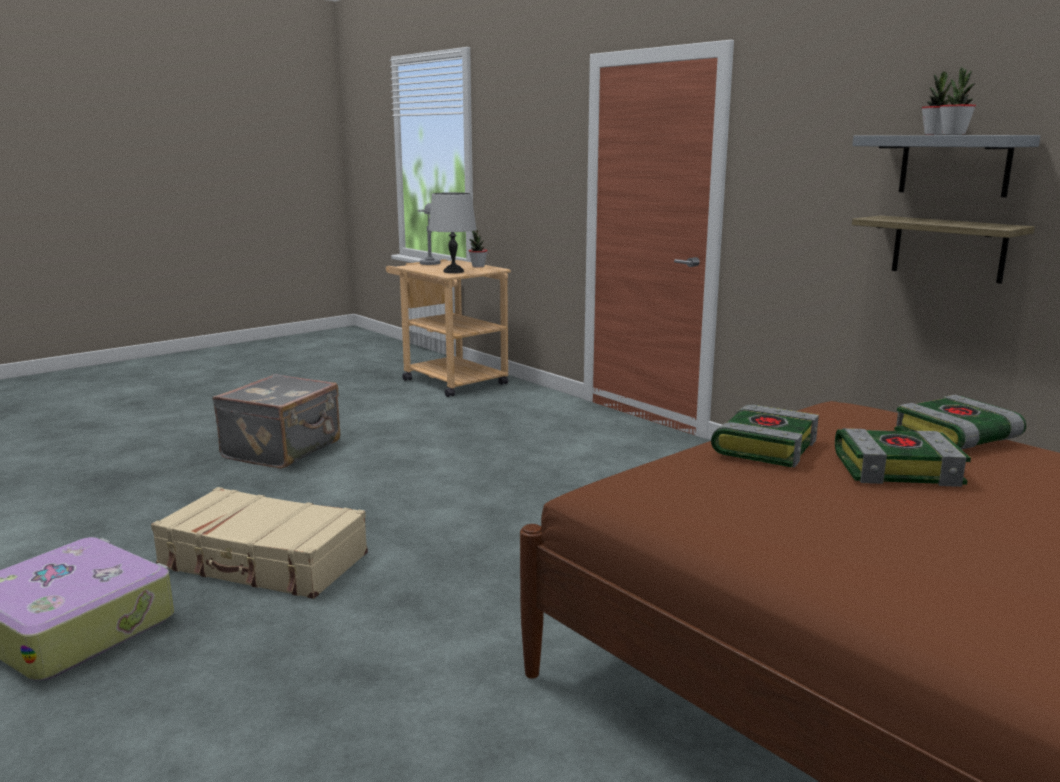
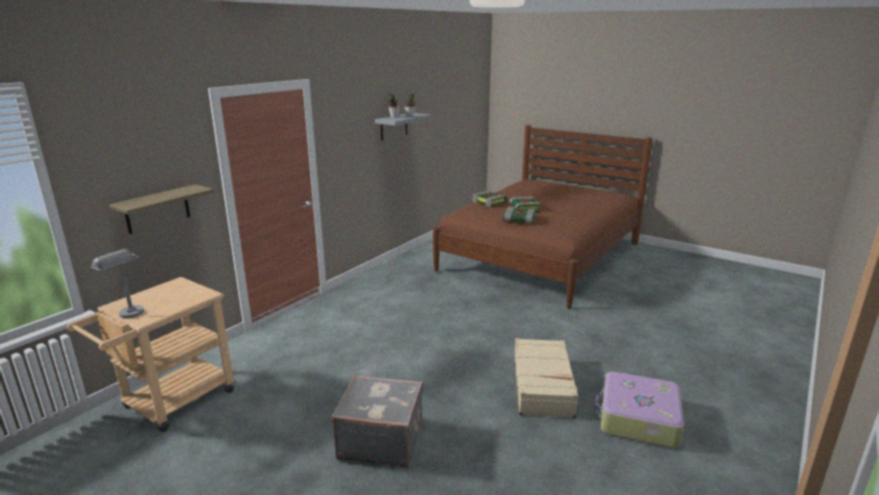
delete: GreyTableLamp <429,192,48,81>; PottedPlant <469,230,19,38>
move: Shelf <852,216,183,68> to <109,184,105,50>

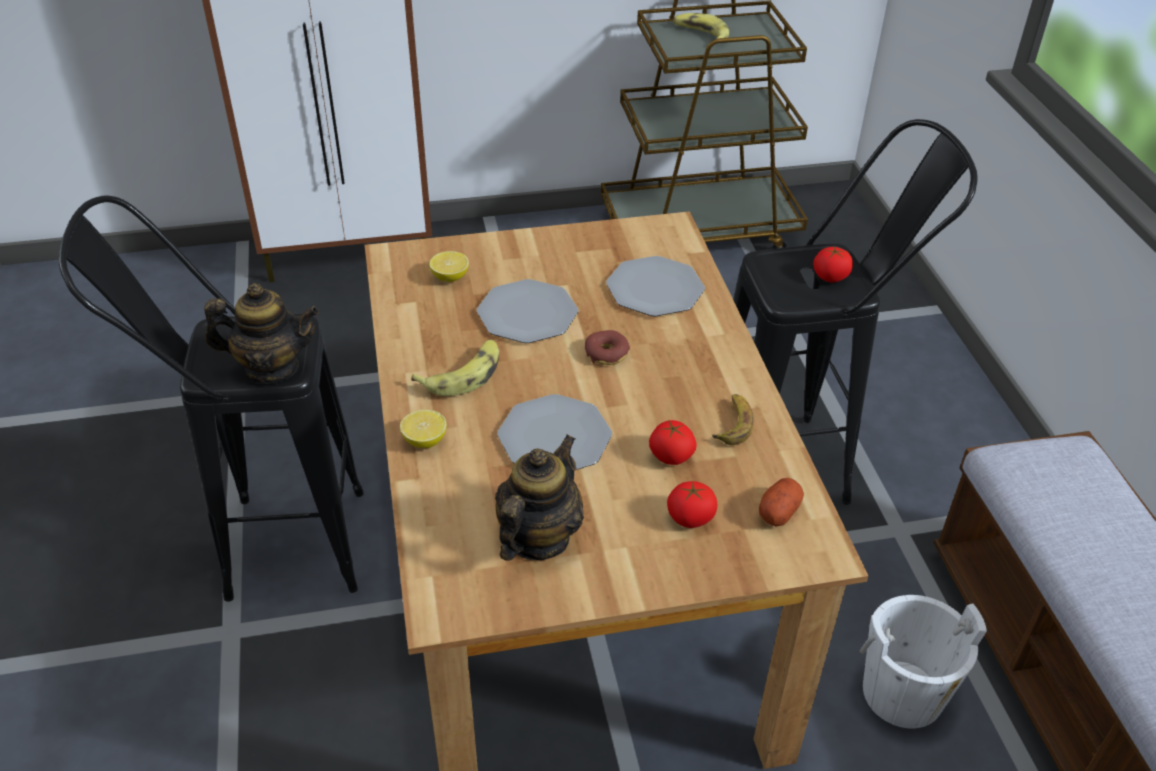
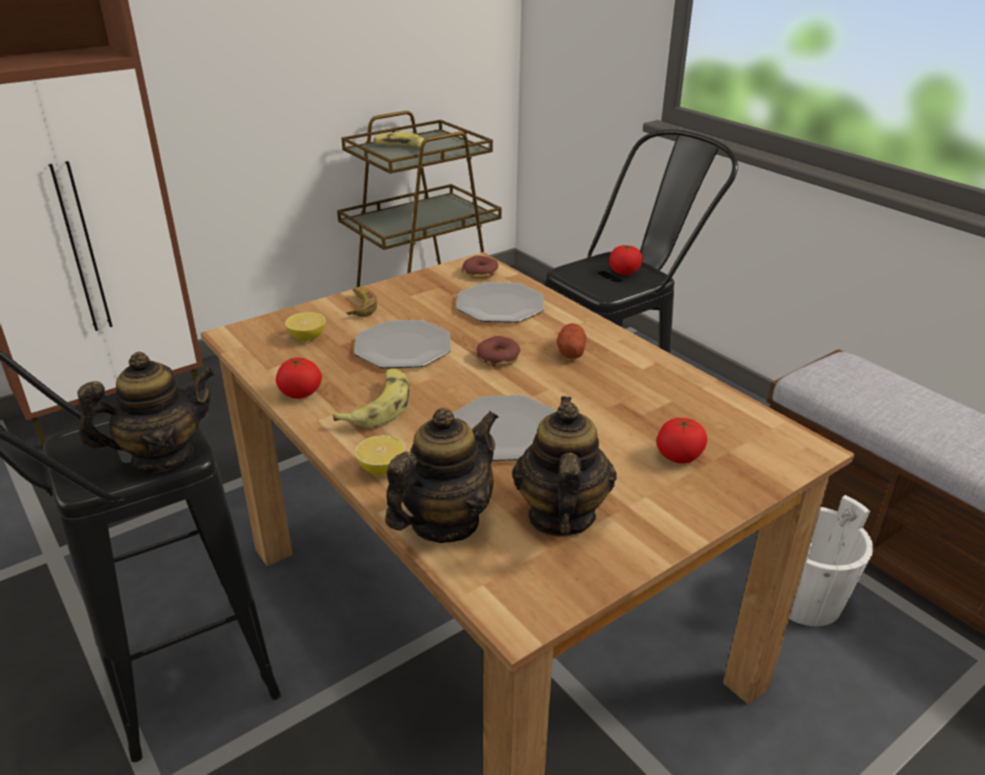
insert: Teapot <385,408,114,135>; Donut <462,256,36,23>
move: Tomato <649,420,47,45> to <276,358,46,41>; Banana <712,394,42,51> to <347,287,30,30>; Potato <759,478,45,48> to <557,323,30,36>

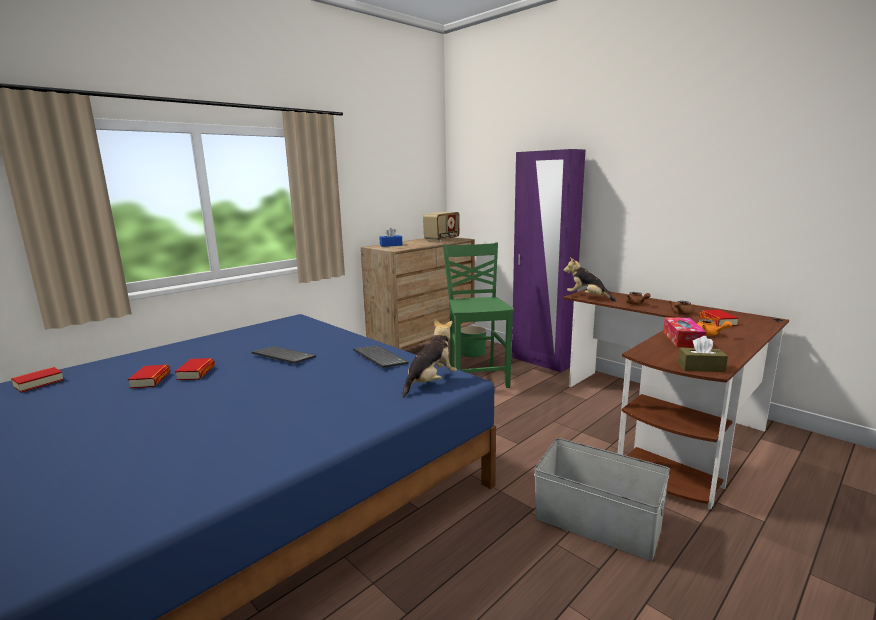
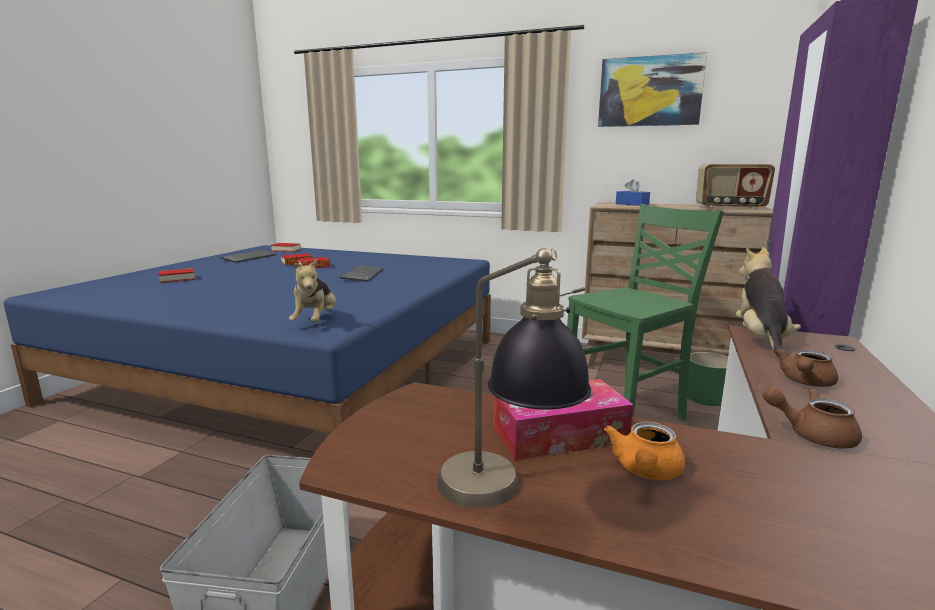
delete: BrownTissueBox <678,336,50,36>
insert: TableLamp <437,248,154,261>; Picture <598,52,109,75>
move: Book <700,310,39,16> to <159,268,36,15>; Keyboard <353,345,56,23> to <220,250,56,13>
rotate: PlushToy <402,319,55,79> = <289,259,47,63> 75 degrees clockwise

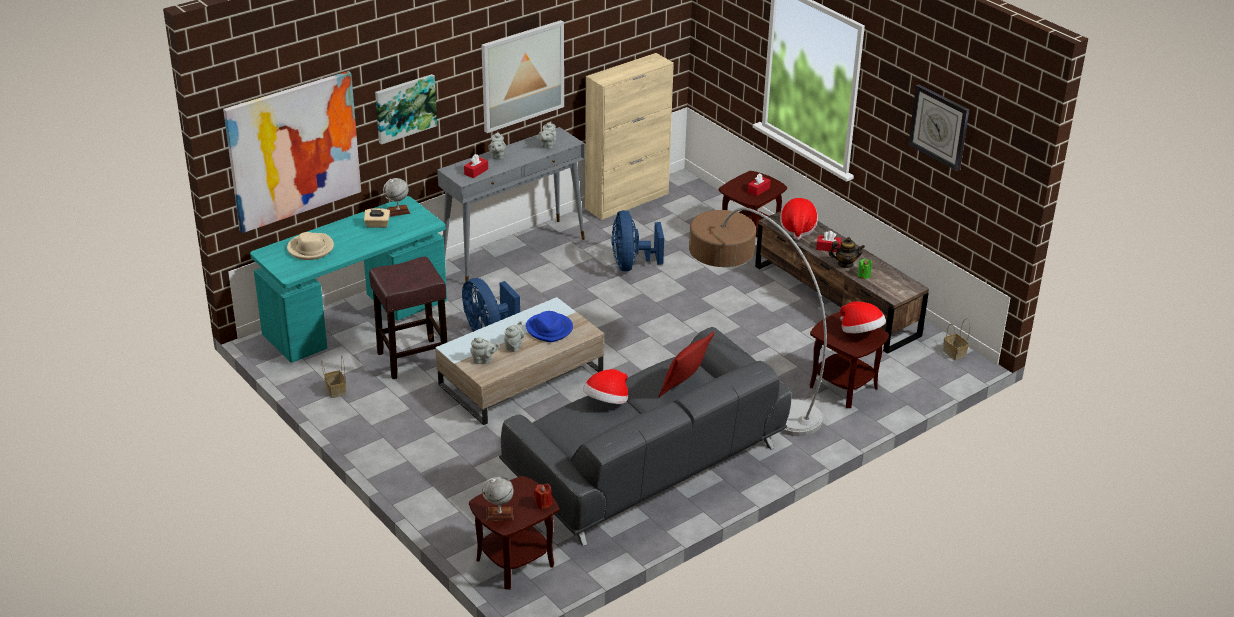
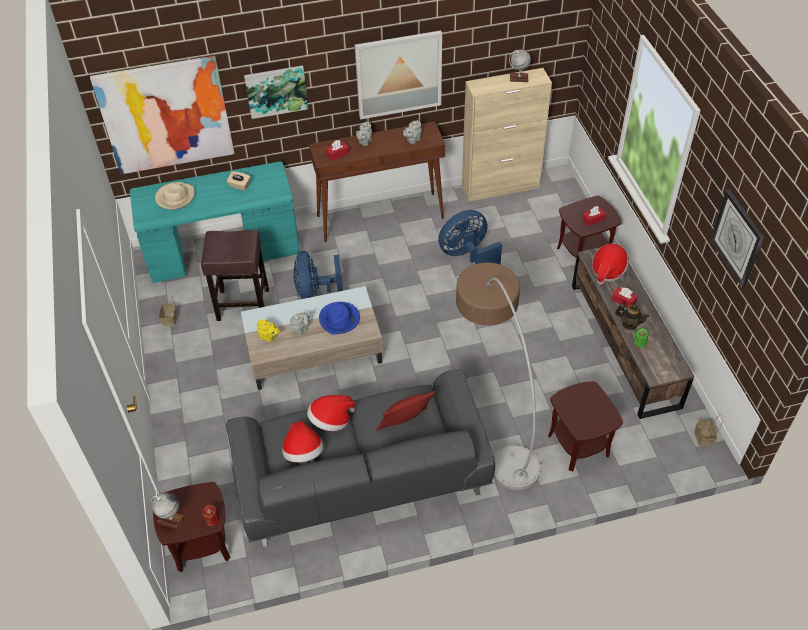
move: Hat <840,302,46,32> to <282,421,42,42>; Globe <383,178,27,39> to <509,49,22,33>
recolor: GreyTeapot <470,337,30,27> to YellowTeapot <257,319,23,23>; GreyConsoleTable <437,127,148,155> to BrownConsoleTable <309,121,136,121>
rotate: BlueFan <611,210,53,61> = <438,210,64,54> 45 degrees clockwise

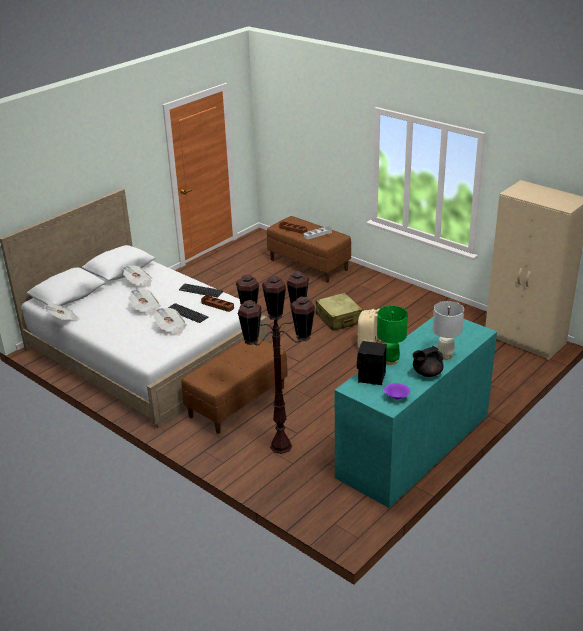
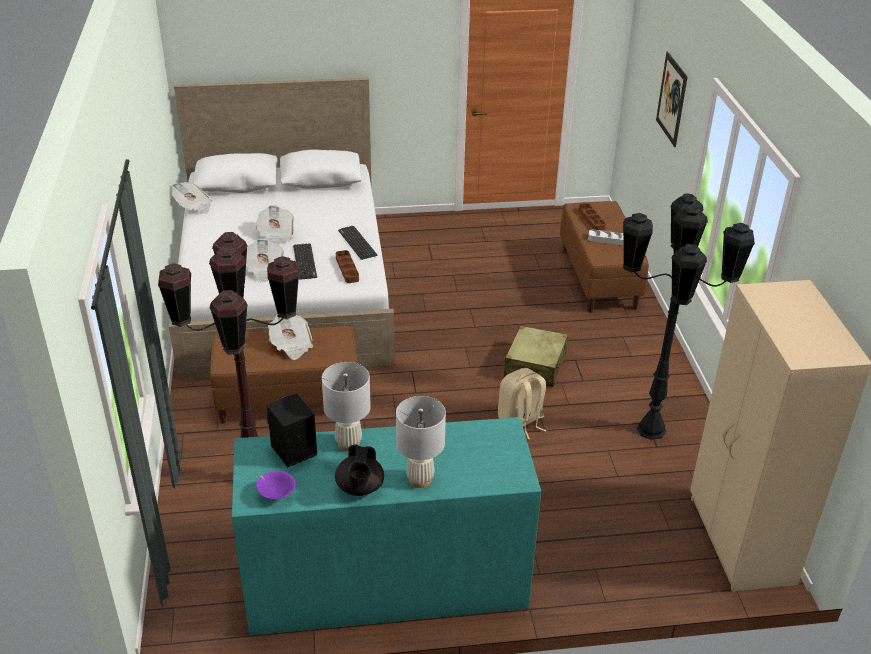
insert: BlackFloorLamp <623,194,132,246>; Picture <656,52,32,95>
move: Newspaper <123,265,29,22> to <268,314,45,46>
recolor: GreenTableLamp <377,306,31,59> to WhiteTableLamp <322,362,49,89>
rotate: BlackTeapot <413,346,30,31> = <335,444,49,52> 105 degrees counterclockwise

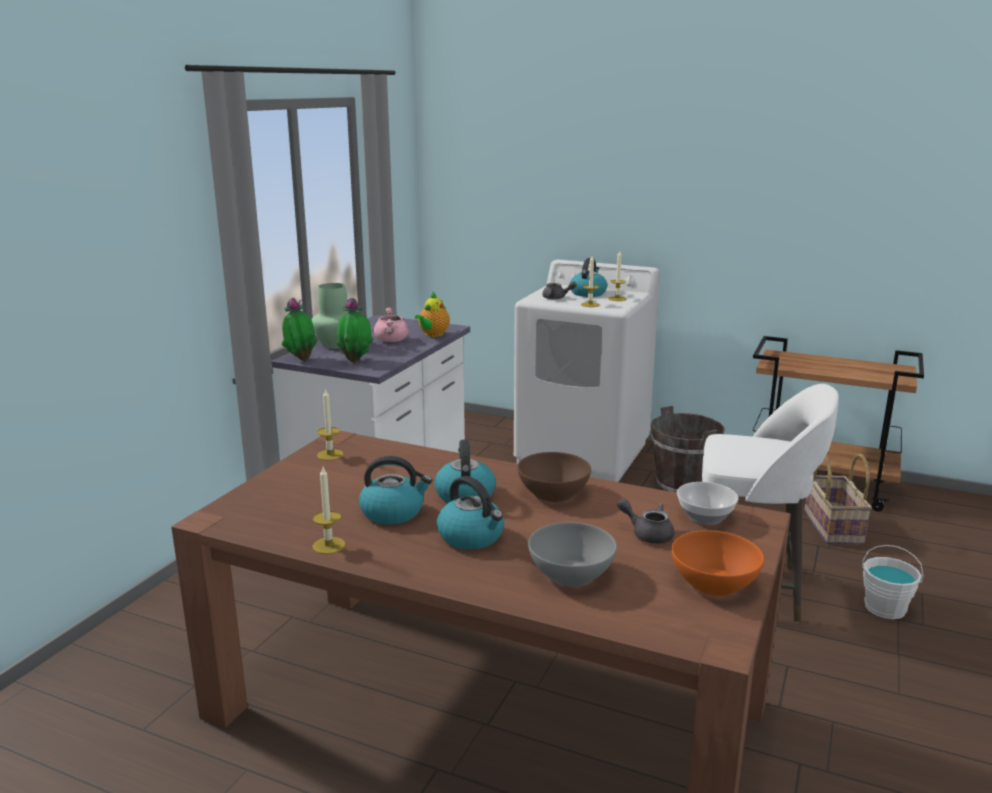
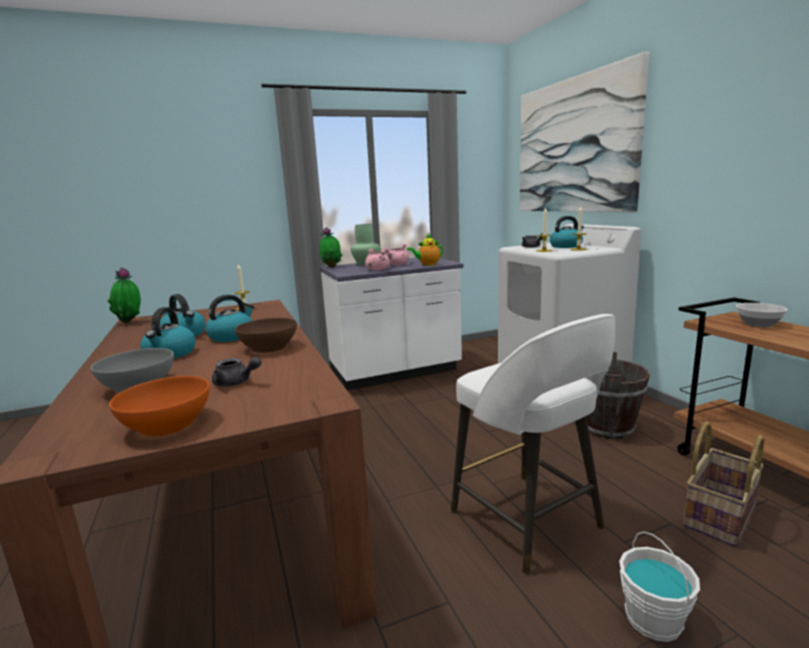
delete: Candle <313,467,32,87>
insert: PinkCookingPot <365,249,25,22>; Picture <520,52,129,160>
move: PottedPlant <336,298,37,64> to <108,268,33,55>; Bowl <677,482,61,43> to <736,303,52,24>
rotate: GreyTeapot <617,498,57,46> = <212,357,49,30> 120 degrees clockwise

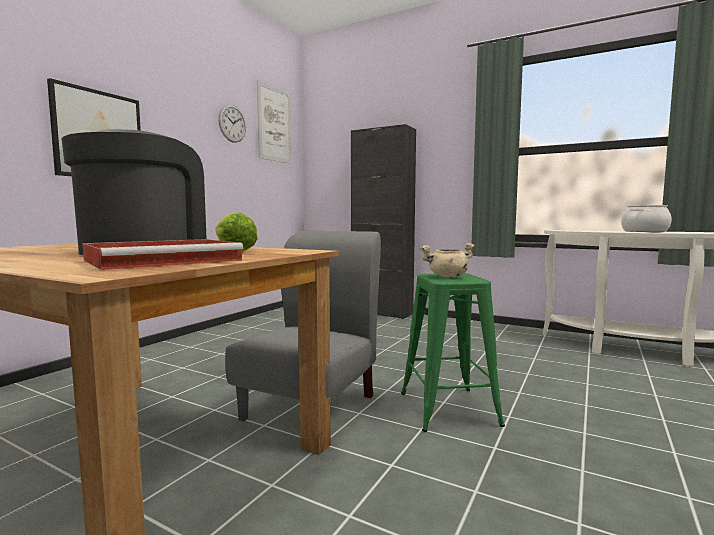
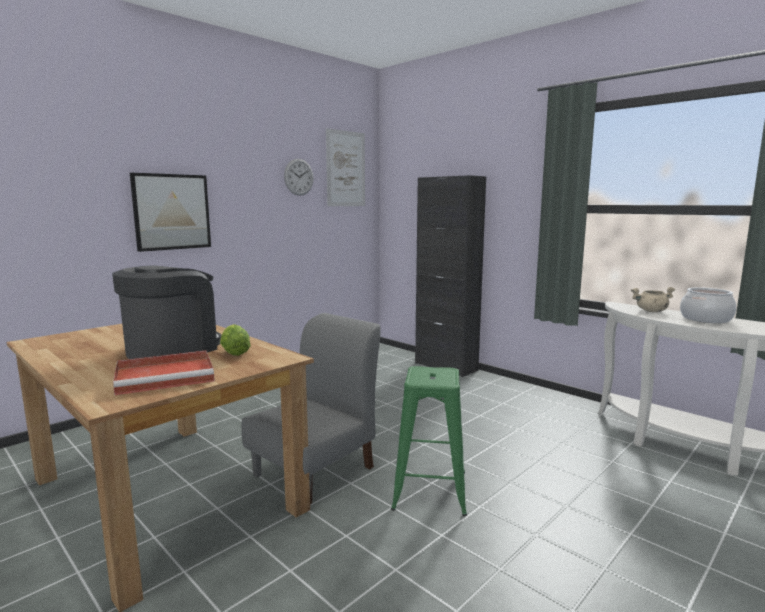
move: BeigeCookingPot <420,243,55,34> to <631,287,44,25>

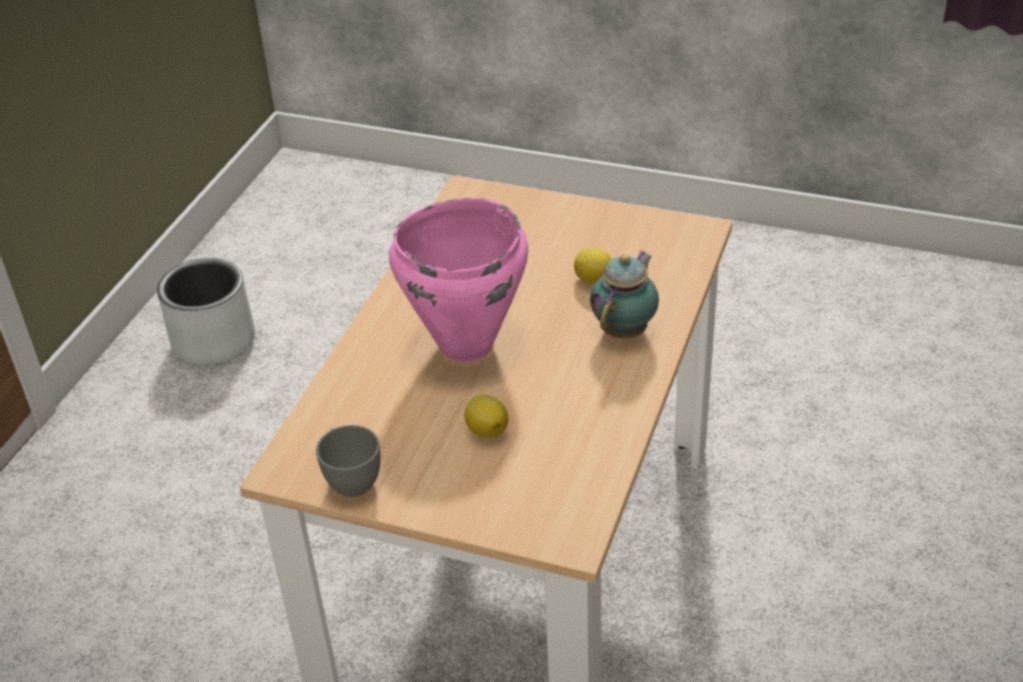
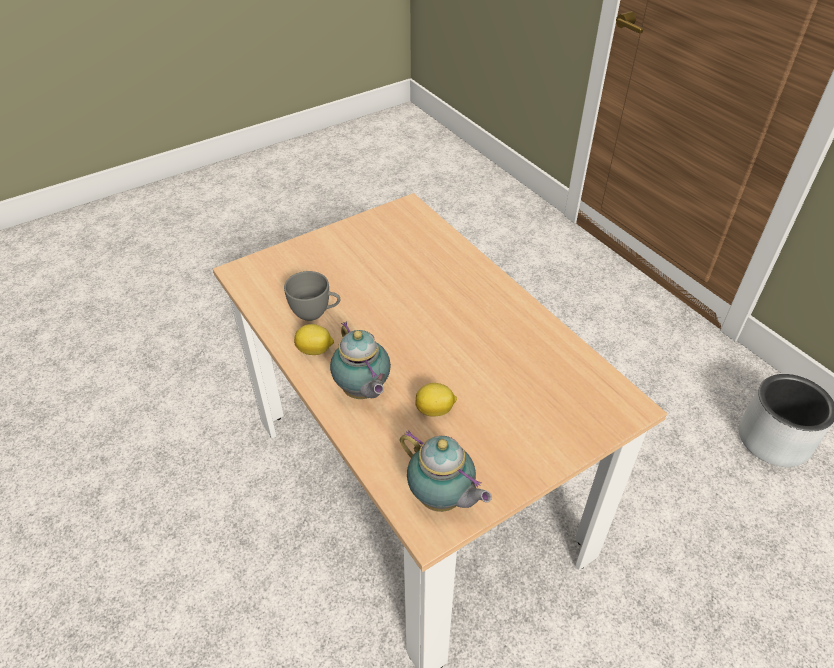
delete: PinkCookingPot <389,198,139,164>
insert: Teapot <400,430,92,82>
move: GreyCup <316,425,65,72> to <284,271,56,50>; Lemon <465,395,43,43> to <294,324,40,31>

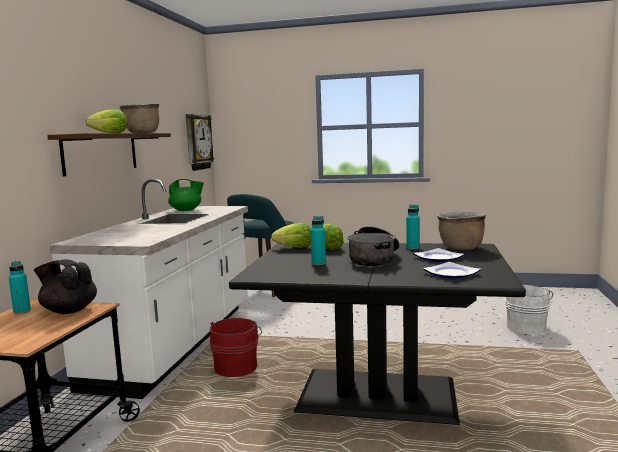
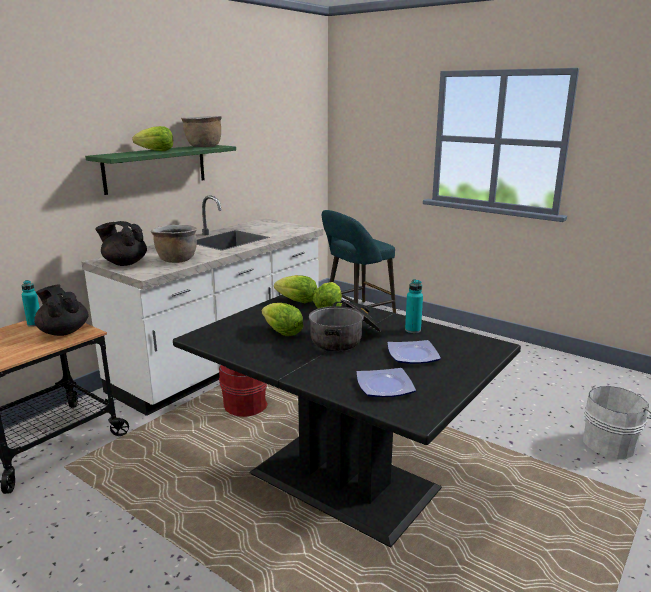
delete: GreenTeapot <168,179,36,32>; WallClock <186,114,28,57>
insert: BlackTeapot <95,221,52,45>
move: BrownCookingPot <437,212,49,38> to <151,225,46,38>
replace: TurquoiseBottle <311,216,15,49> to Lettuce <262,303,41,33>
recolor: BrownShelf <47,133,124,43> to GreenShelf <85,145,151,50>

